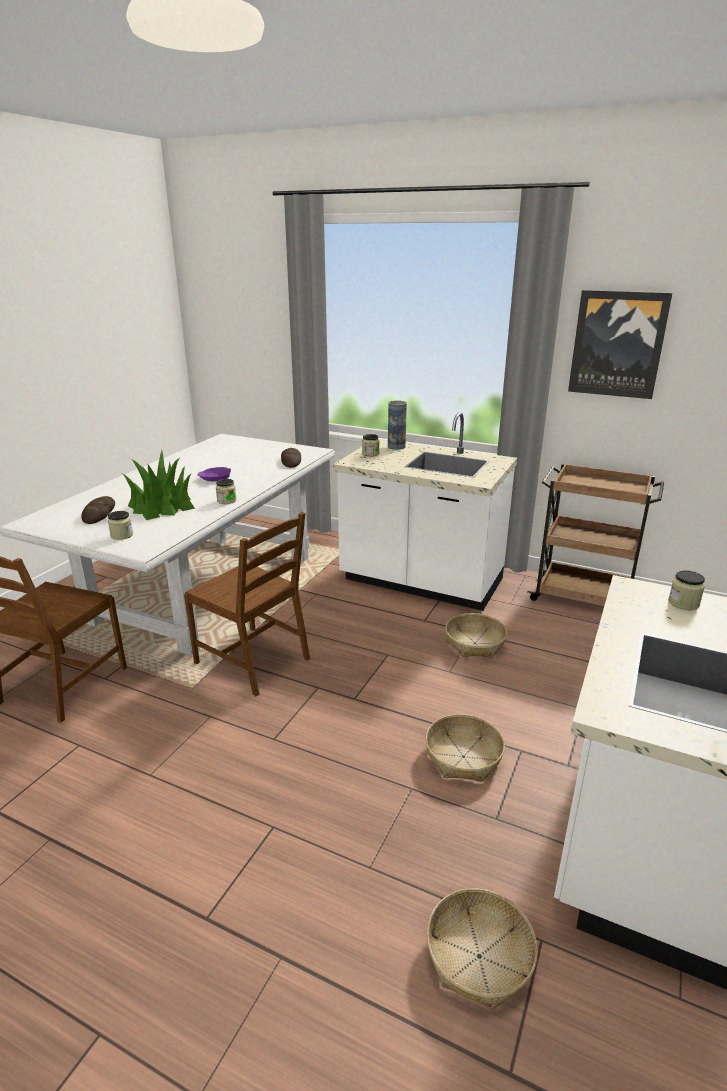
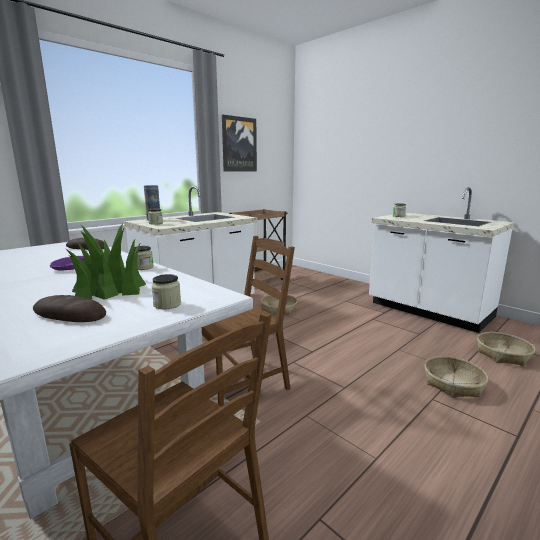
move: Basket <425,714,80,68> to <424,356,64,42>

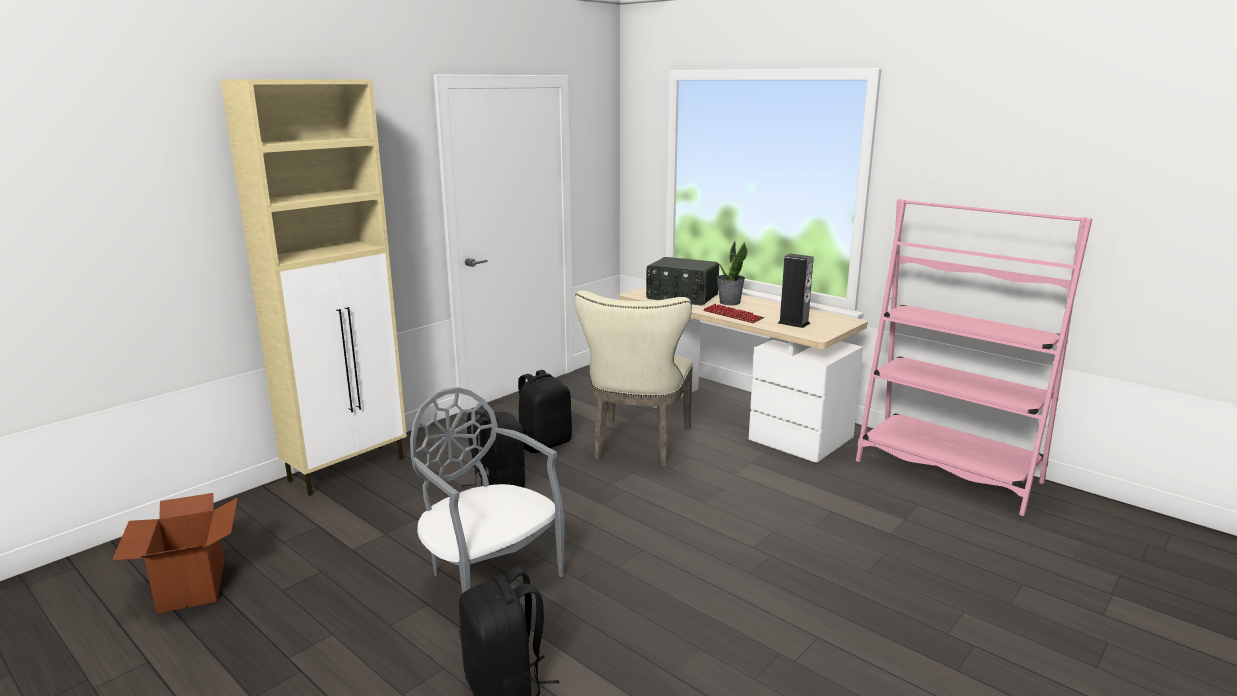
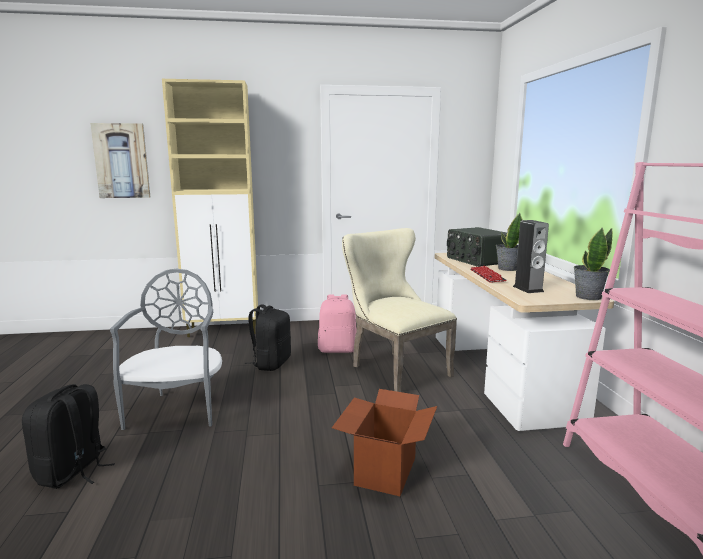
insert: Picture <90,123,60,75>; PottedPlant <574,228,39,72>
move: CardboardBox <112,493,126,120> to <332,389,105,107>
recolor: BlackBackpack <518,370,54,83> to PinkBackpack <318,294,39,59>
rotate: BeigeChair <575,291,118,176> = <342,228,115,164> 90 degrees clockwise

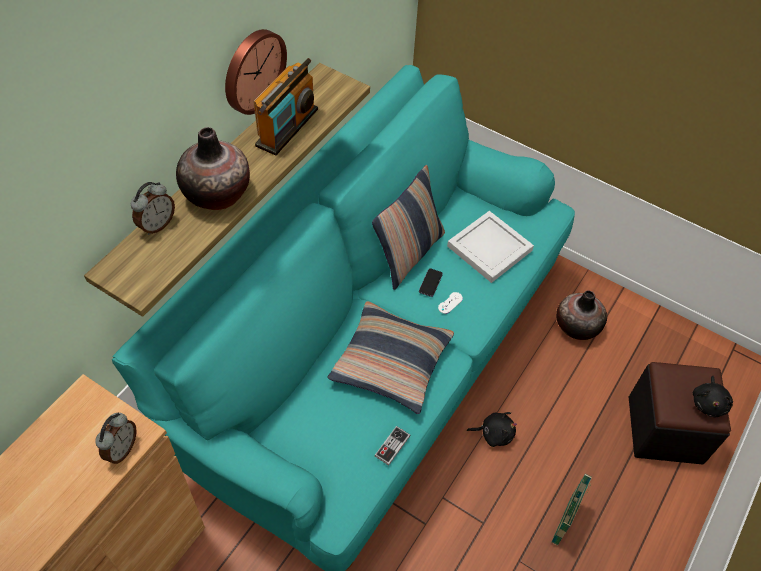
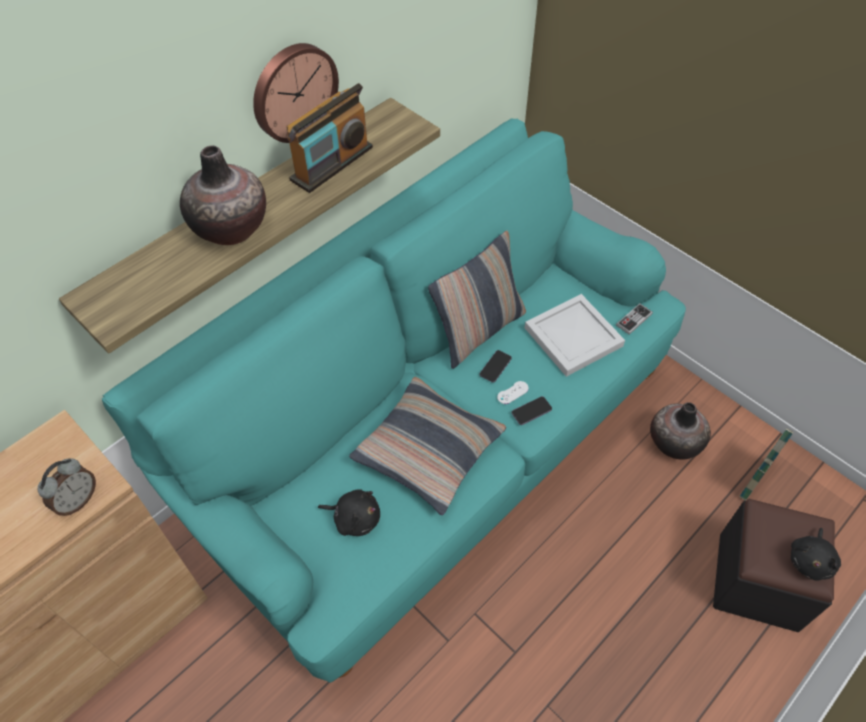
delete: AlarmClock <131,182,44,53>
insert: Phone <512,396,40,29>
move: BlackPlushToy <467,412,50,35> to <318,489,62,47>; GameController <374,426,36,40> to <616,303,37,32>; Basket <552,473,40,73> to <739,428,55,73>

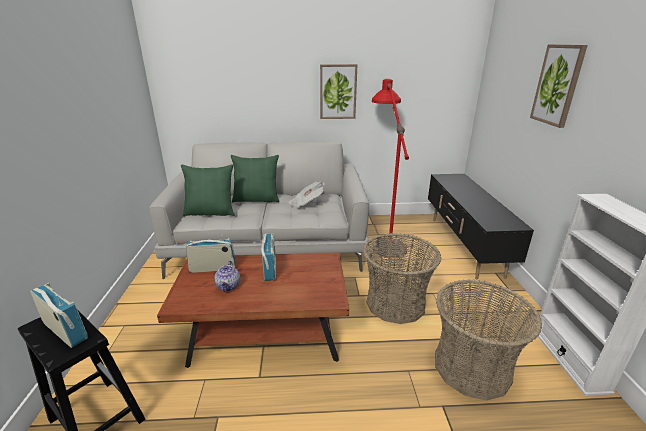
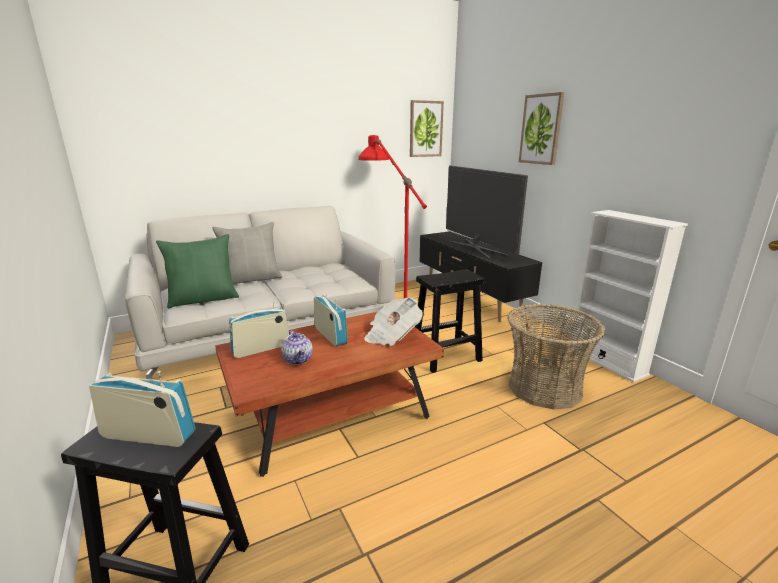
insert: Television <446,165,82,93>
move: Newspaper <289,182,36,26> to <364,297,59,49>; Picture <320,64,37,55> to <410,100,34,57>
replace: Basket <363,233,78,91> to BlackStool <415,269,70,104>
recolor: GreenPillow <231,155,48,48> to GreyPillow <213,222,69,62>

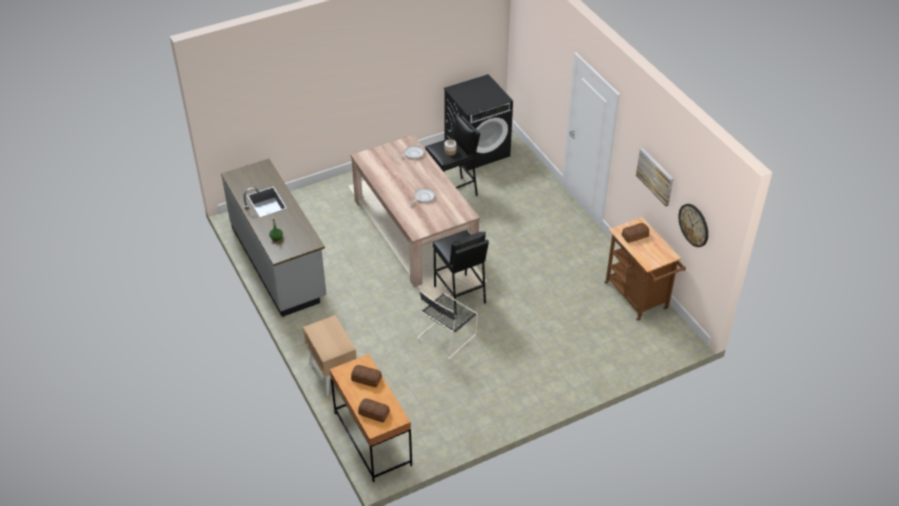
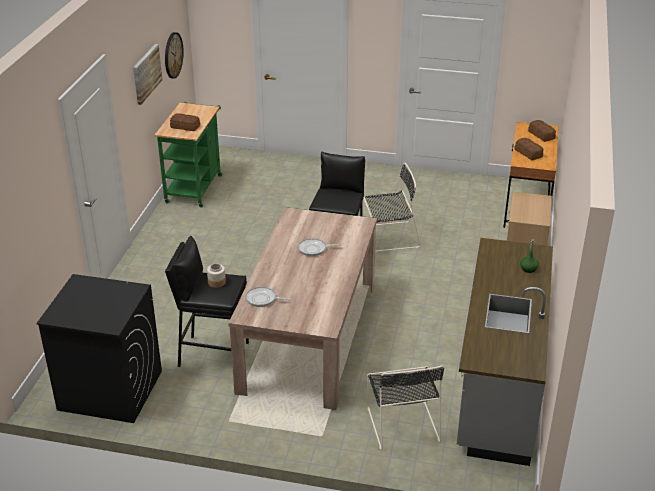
insert: BlackChair <367,365,77,86>
recolor: BrownCart <604,217,82,104> to GreenCart <155,102,67,106>

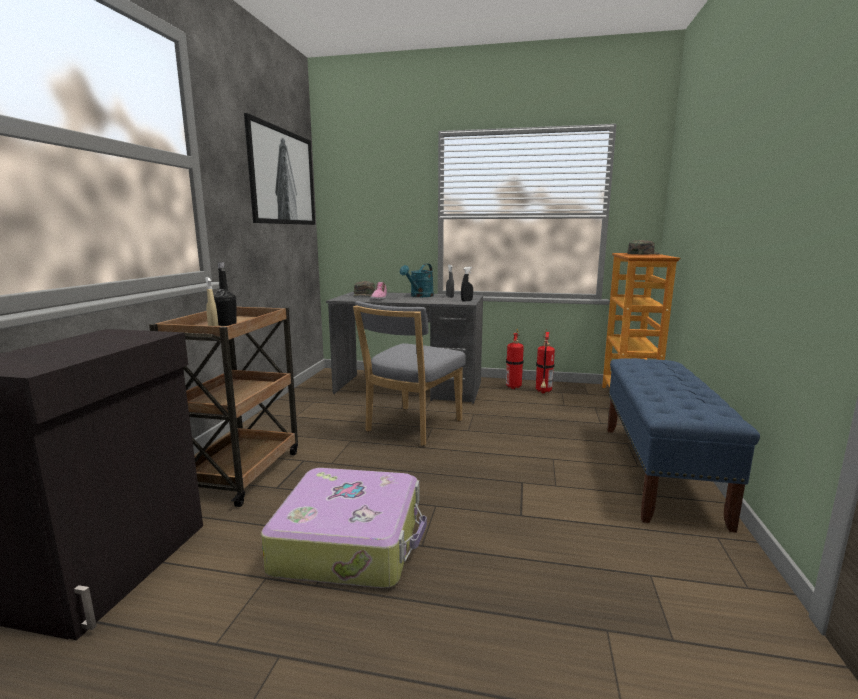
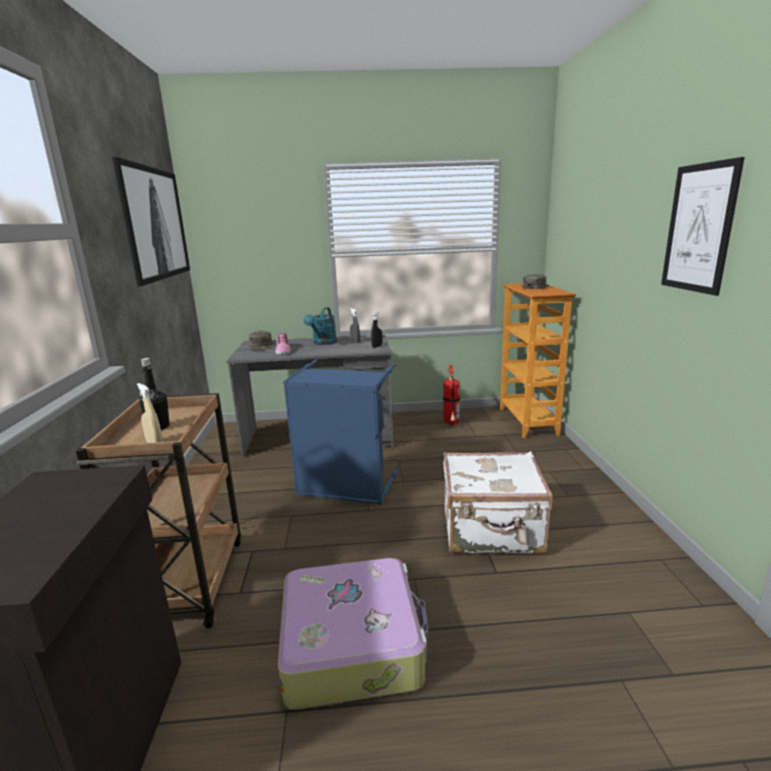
delete: FireExtinguisher <506,329,18,60>; BlueBench <607,358,153,175>
insert: WhiteSuitcase <444,451,109,103>; Picture <661,157,84,139>
replace: GreyChair <353,301,113,145> to BlueLaundryBasket <283,360,116,145>

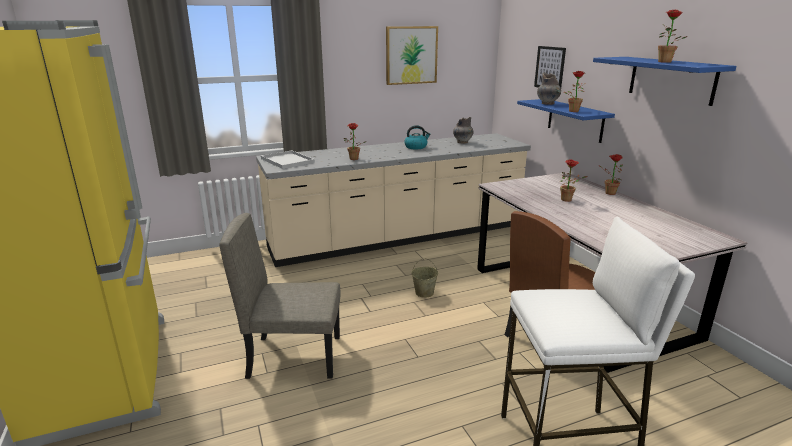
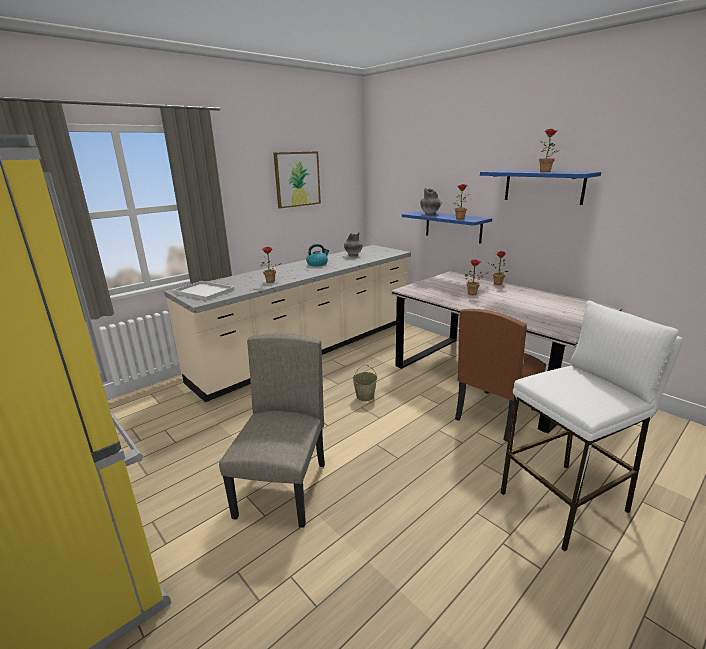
delete: Picture <534,46,32,42>
rotate: BeigeChair <219,213,122,166> = <219,333,106,195> 120 degrees clockwise

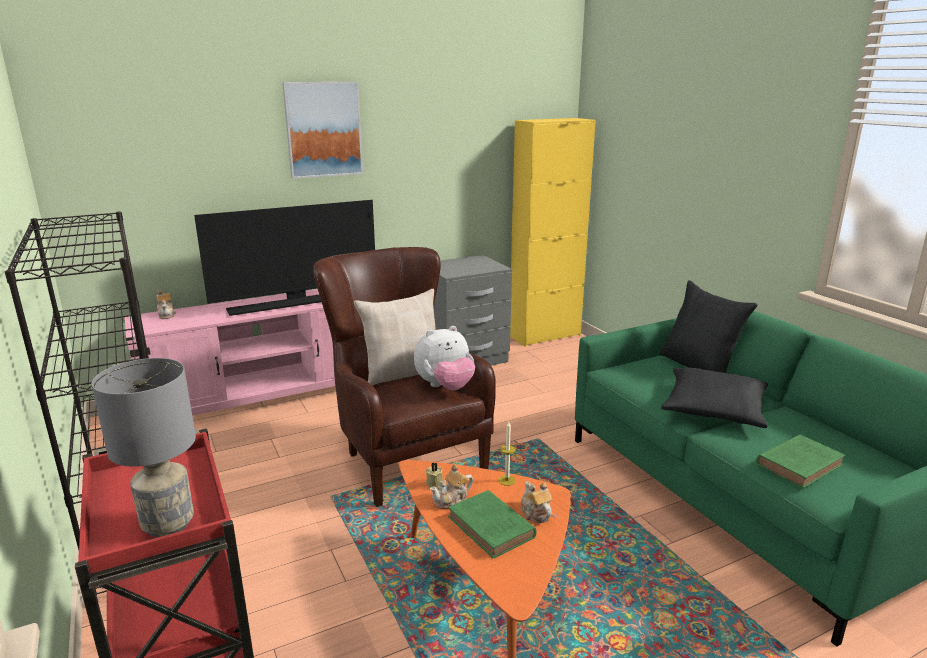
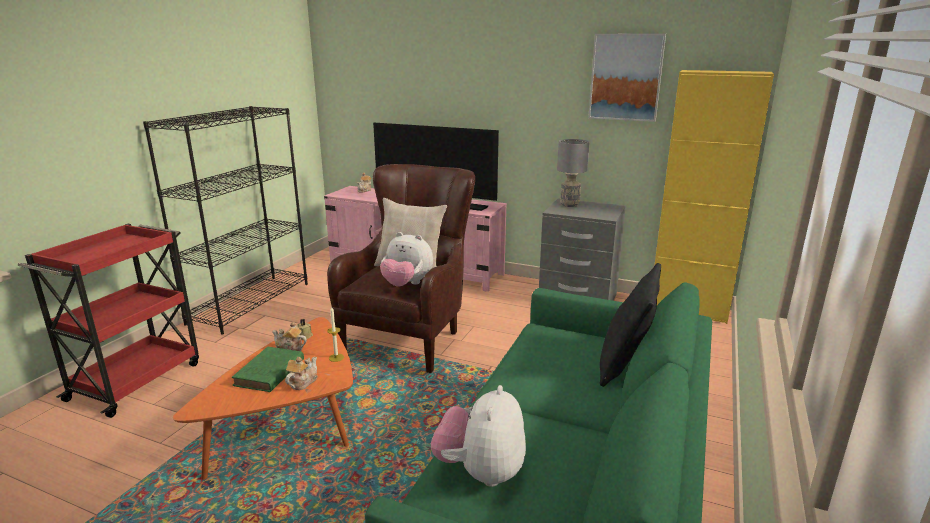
delete: BlackPillow <661,368,107,60>
move: GreyTableLamp <91,358,105,179> to <557,139,33,68>; Picture <282,82,81,97> to <588,33,78,89>
replace: GreenBook <756,434,90,54> to PlushToy <431,385,95,102>

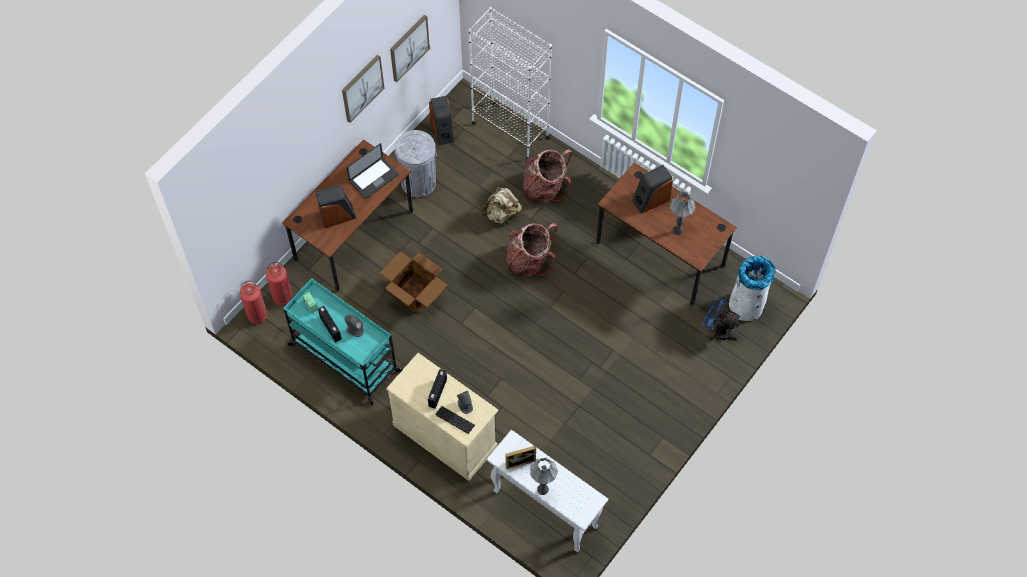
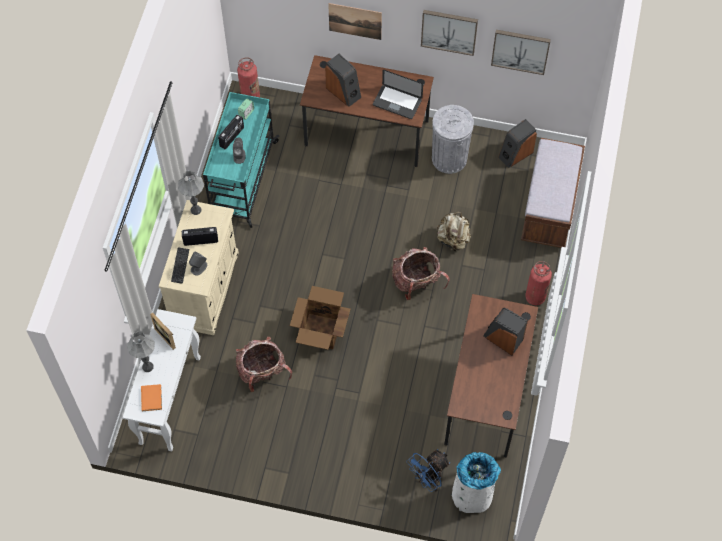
insert: OrangeBook <141,384,21,27>; Picture <328,3,54,37>
move: GreyTableLamp <670,192,25,43> to <178,170,26,45>; Backpack <523,149,49,53> to <236,337,56,55>; CardboardBox <380,251,68,62> to <290,286,61,64>; FireExtinguisher <266,262,26,43> to <525,261,27,44>
replace: WhiteBookcase <468,7,84,152> to BrownBench <521,138,64,110>
rotate: BlueFan <702,294,39,47> = <406,449,44,43> 135 degrees counterclockwise

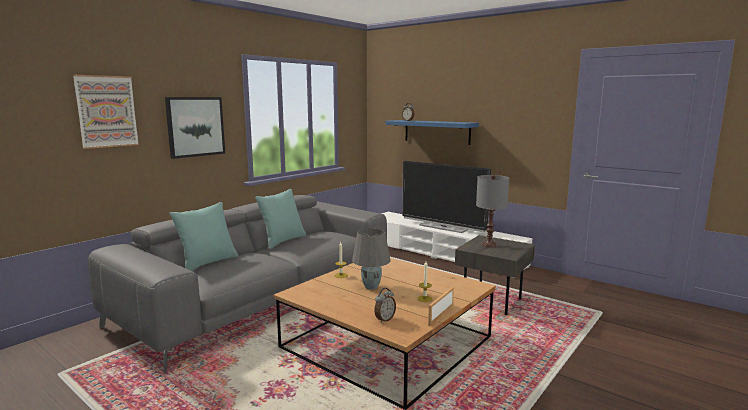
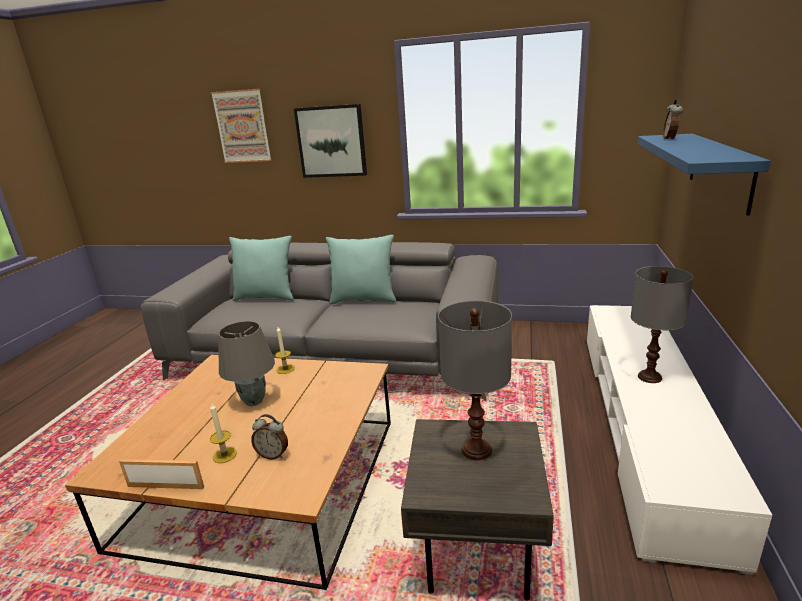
move: AlarmClock <375,288,21,35> to <251,414,37,45>
replace: Television <402,161,89,72> to GreyTableLamp <631,266,63,117>

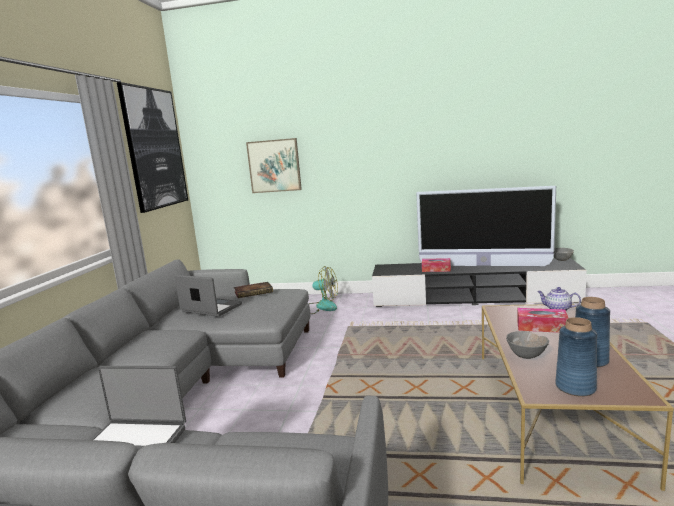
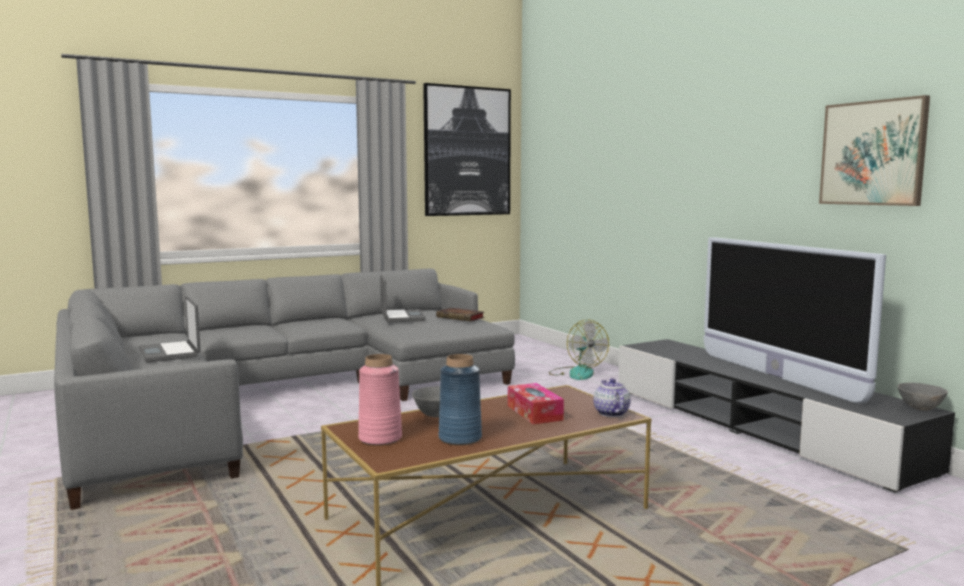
delete: TissueBox <422,258,29,14>
move: Picture <246,138,56,55> to <819,95,111,111>
recolor: BlueVase <555,317,42,80> to PinkVase <358,354,44,92>

